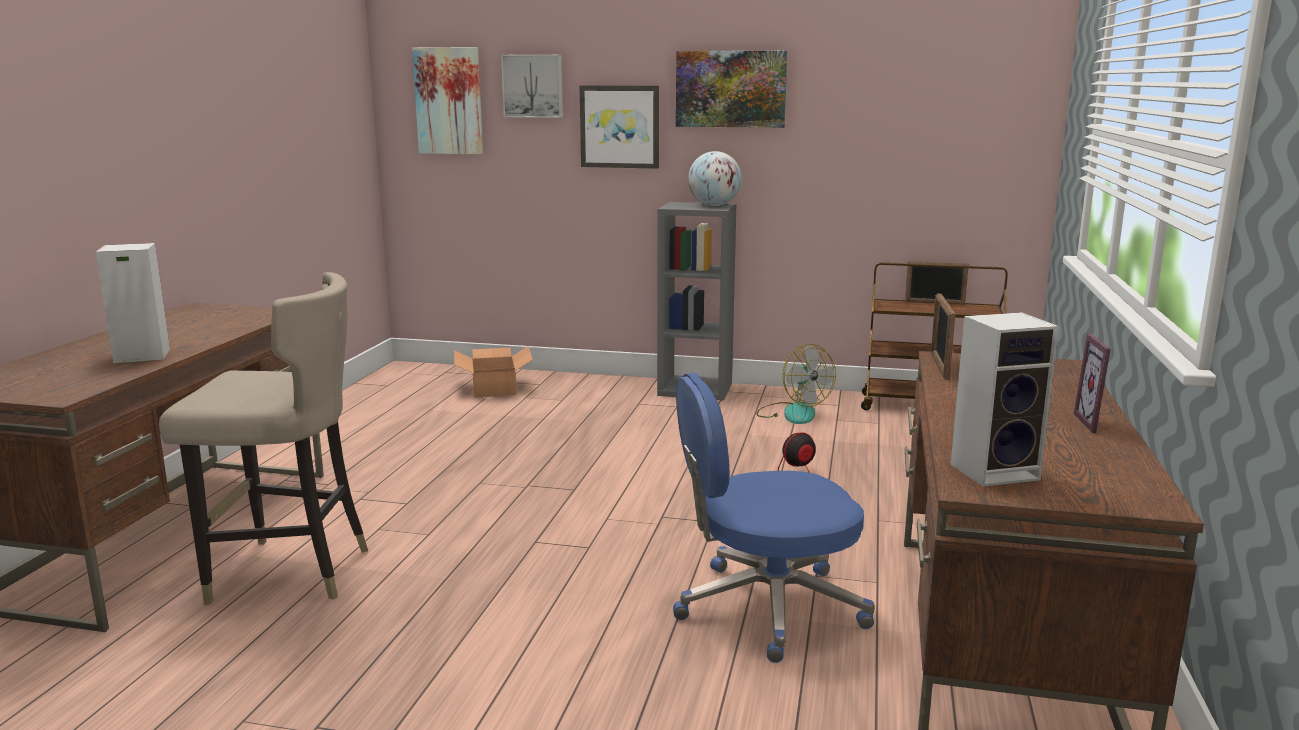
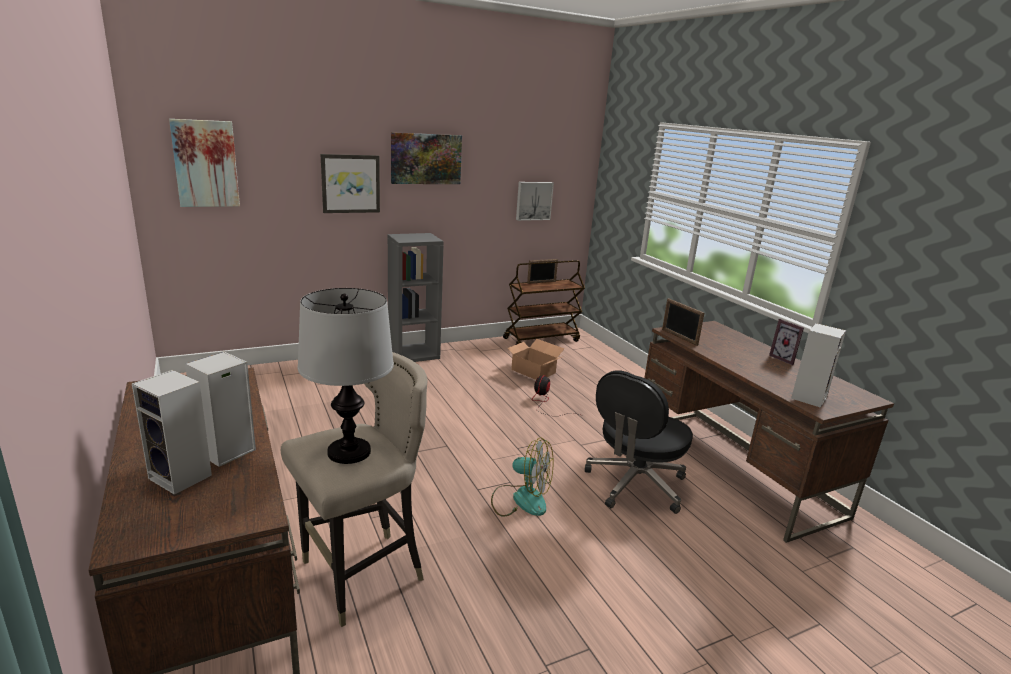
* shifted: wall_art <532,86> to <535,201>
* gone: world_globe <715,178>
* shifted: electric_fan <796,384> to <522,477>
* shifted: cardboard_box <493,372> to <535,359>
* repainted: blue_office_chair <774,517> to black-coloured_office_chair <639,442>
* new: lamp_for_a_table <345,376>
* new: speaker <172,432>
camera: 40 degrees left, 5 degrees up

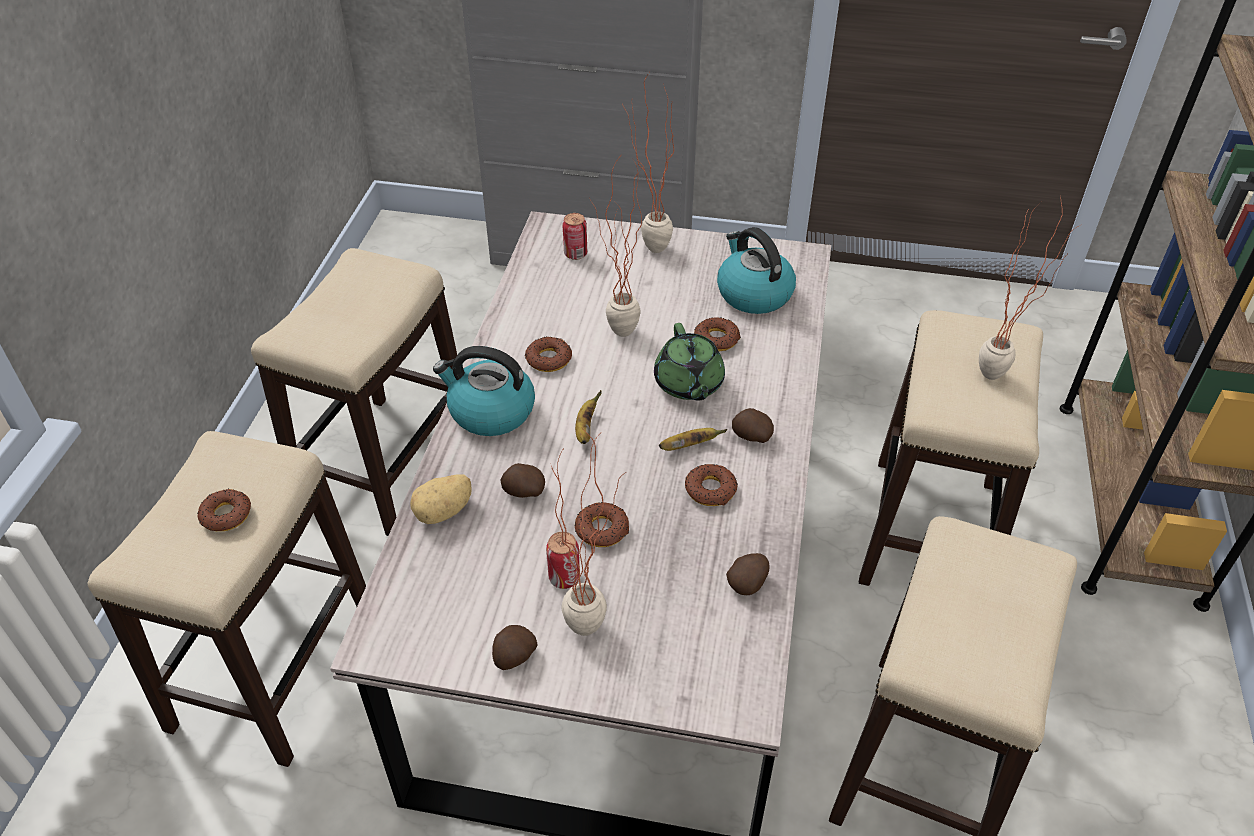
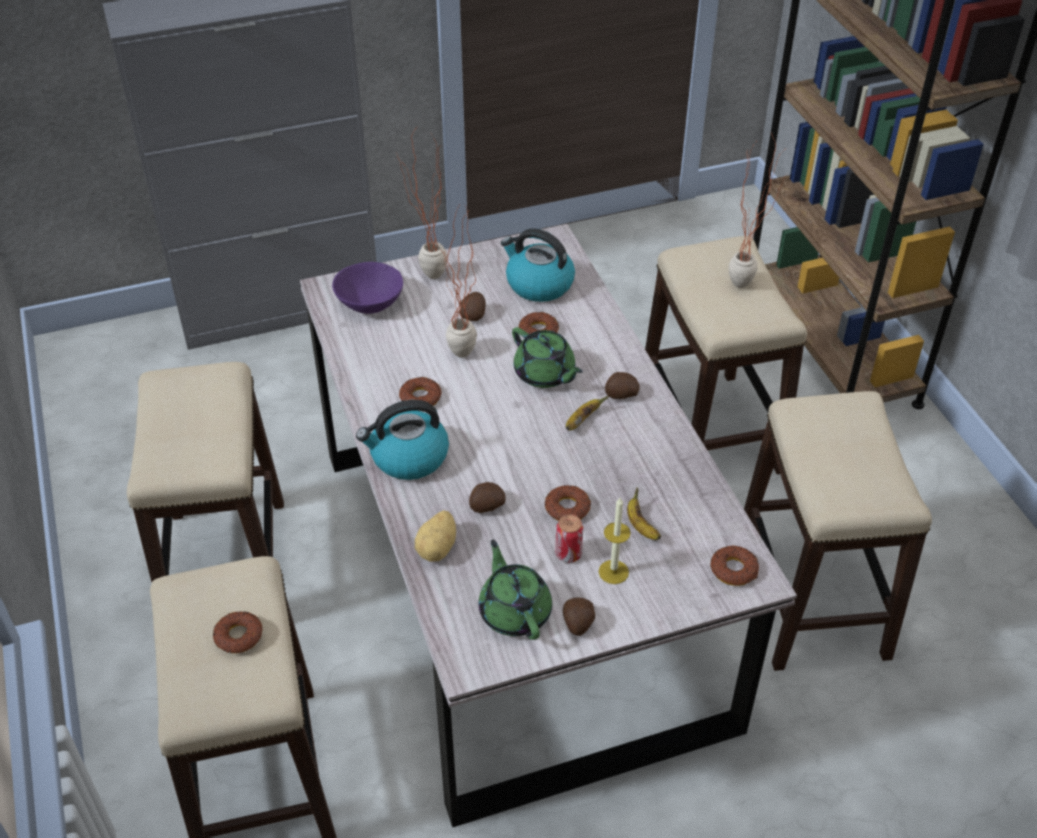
* swapped: sealed_can <574,236> to purple-coloured_serving_bowl <367,288>
* shifted: banana_fruit <588,417> to <644,513>
* swapped: houseplant <588,532> to wax_candle <615,541>
* shifted: ring_doughnut <711,485> to <734,566>
* shifted: whole_potato <748,574> to <472,306>
* new: greenish_pot_for_tea <515,590>
camera: 30 degrees left, 0 degrees up

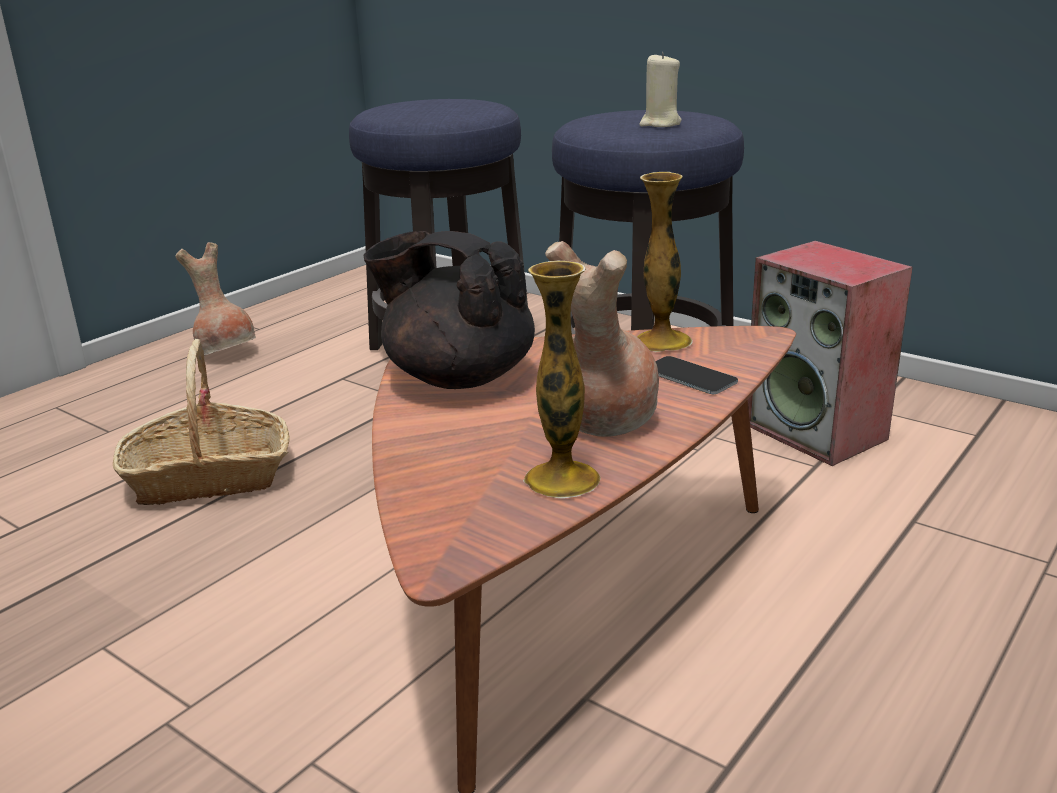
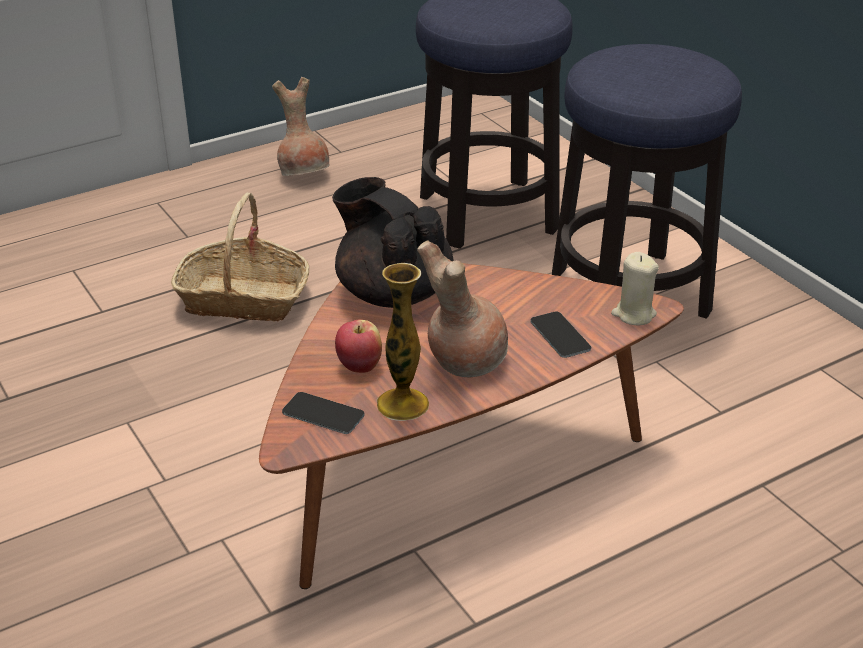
* shifted: sand-coloured_wax_candle <660,89> to <635,289>
* gone: flower_vase <664,262>
* gone: speaker <830,353>
* new: apple_fruit <358,346>
* new: phone <323,413>
camera: 20 degrees right, 10 degrees up

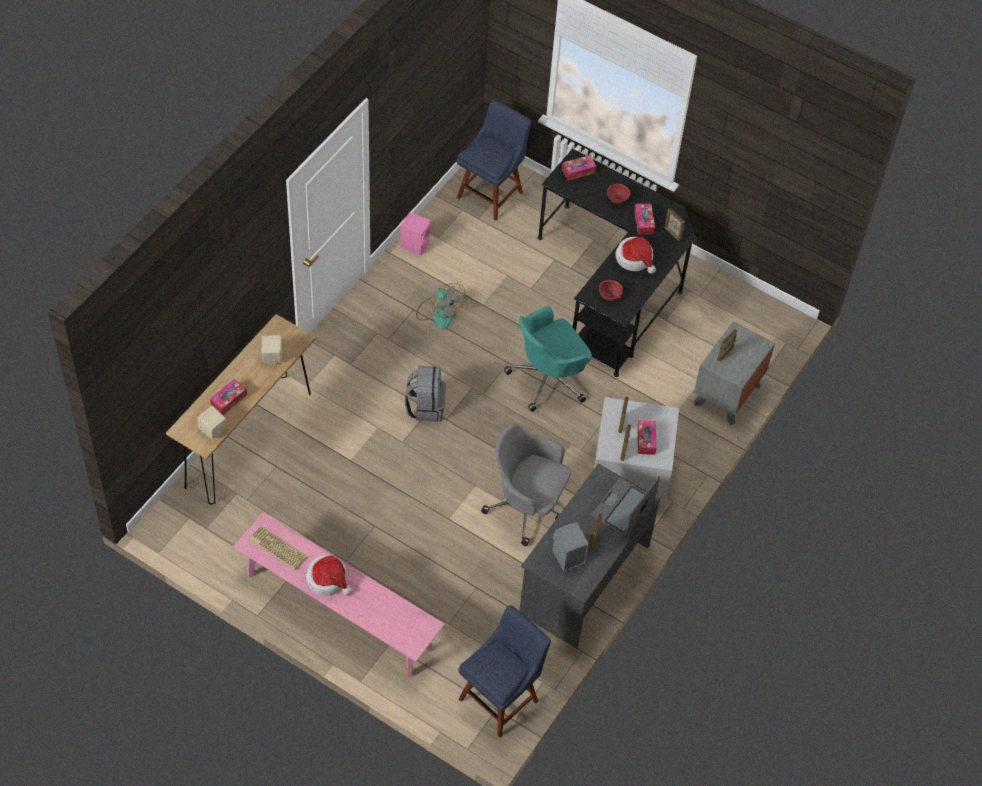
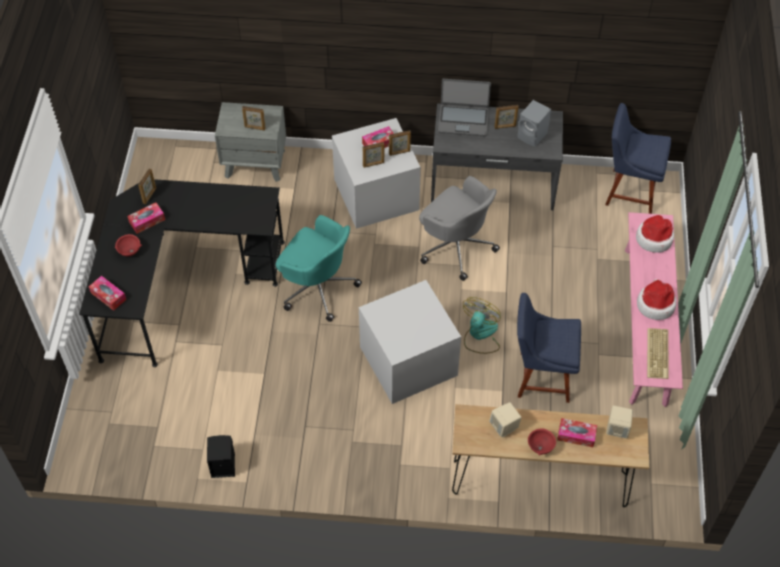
* shifted: blue_upright_chair <494,160> to <549,348>
* repainted: pink-coloured_speaker <416,234> to black-coloured_speaker <221,456>
* shifted: clothing_hat <636,255> to <655,234>
* shifted: reddish_serving_bowl <611,290> to <542,442>
* shifted: electric_fan <441,306> to <482,325>
* swapped: gray_knapsack <425,394> to gray_storage_bin <410,342>
* rotated: gray_office_chair <526,484> = <459,228> 45 degrees counterclockwise
camera: 115 degrees left, 0 degrees up

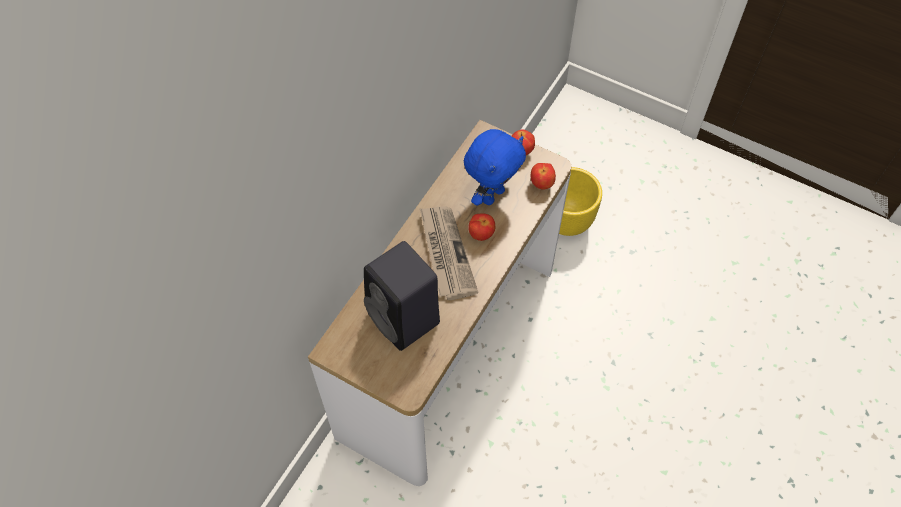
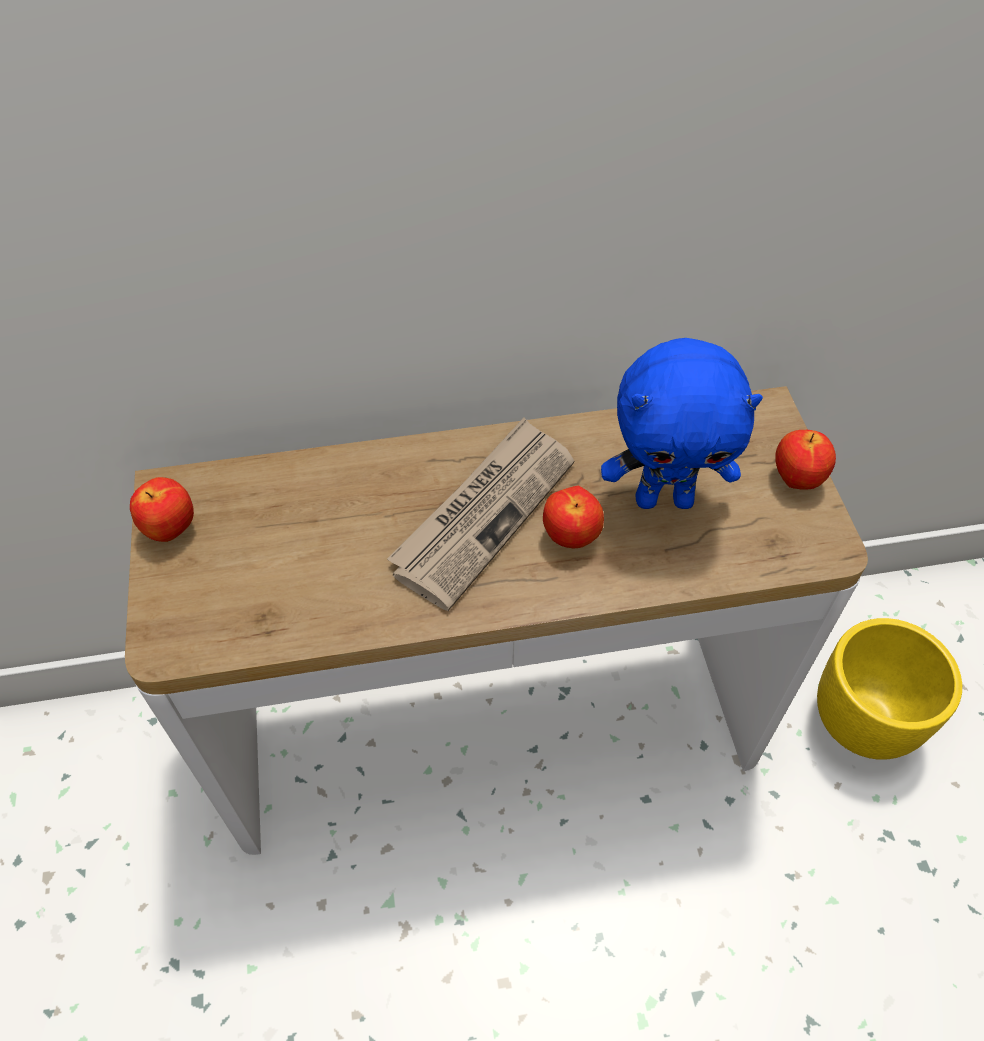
* shifted: apple_fruit <543,176> to <162,509>
* gone: black-coloured_speaker <402,296>
camera: 50 degrees right, 5 degrees down

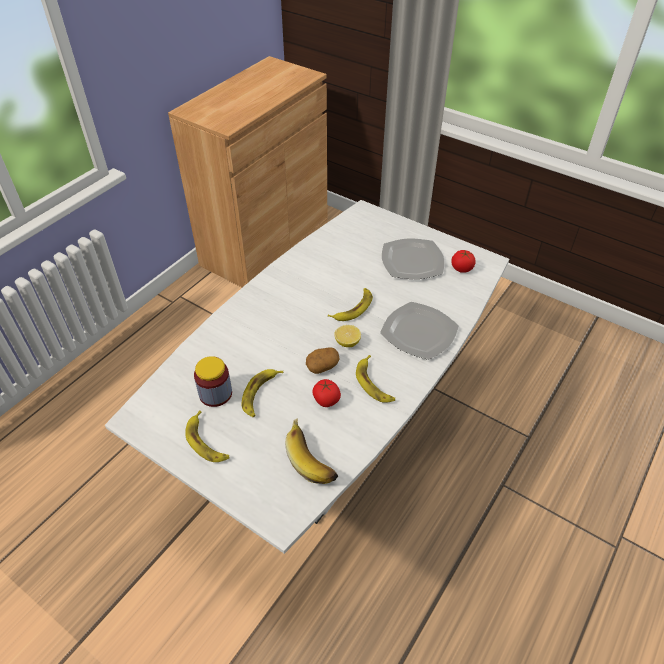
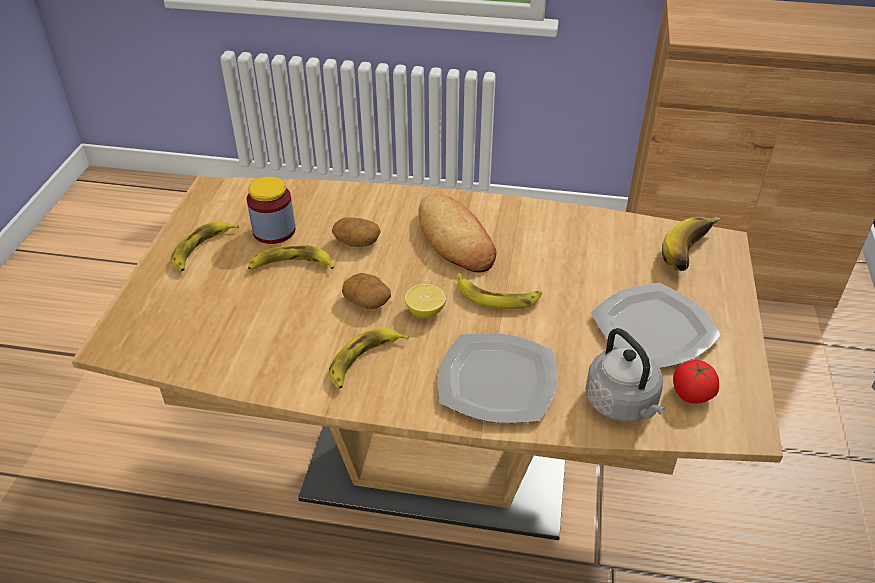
* repainted: white-coloured_kitchen_table <307,377> to brown_kitchen_table <427,358>
* gone: tomato <326,393>
* shifted: banana_fruit <311,451> to <691,244>
* new: baked_bread <457,233>
* new: whole_potato <356,232>
* new: gray_water_kettle <625,375>
camera: 65 degrees right, 5 degrees down

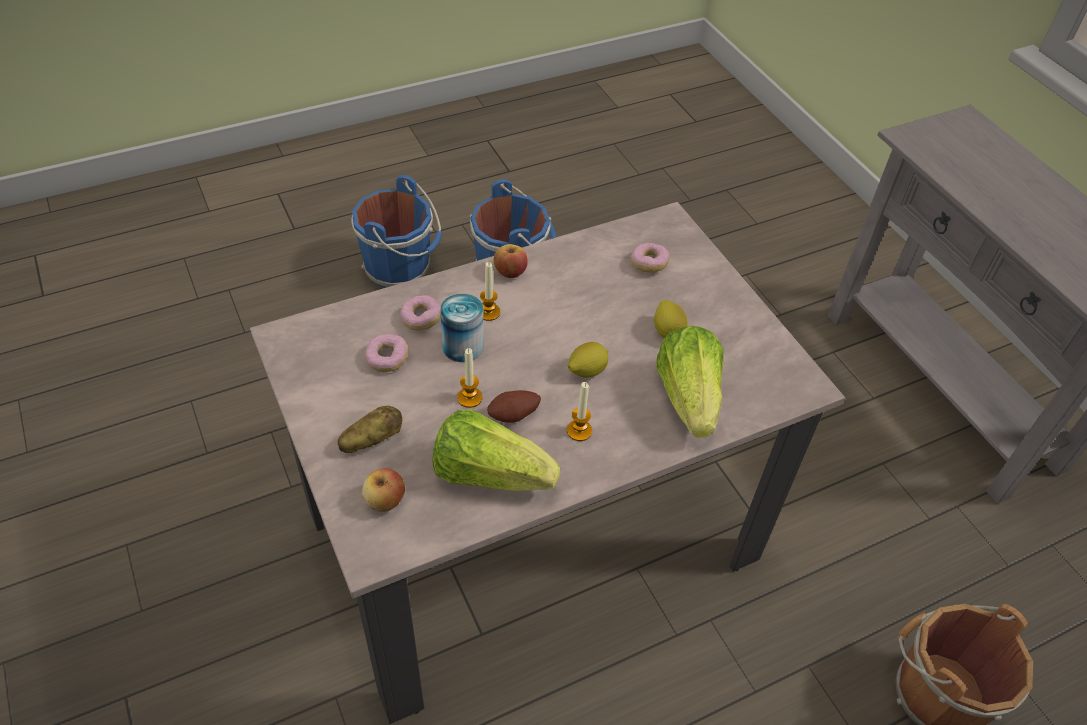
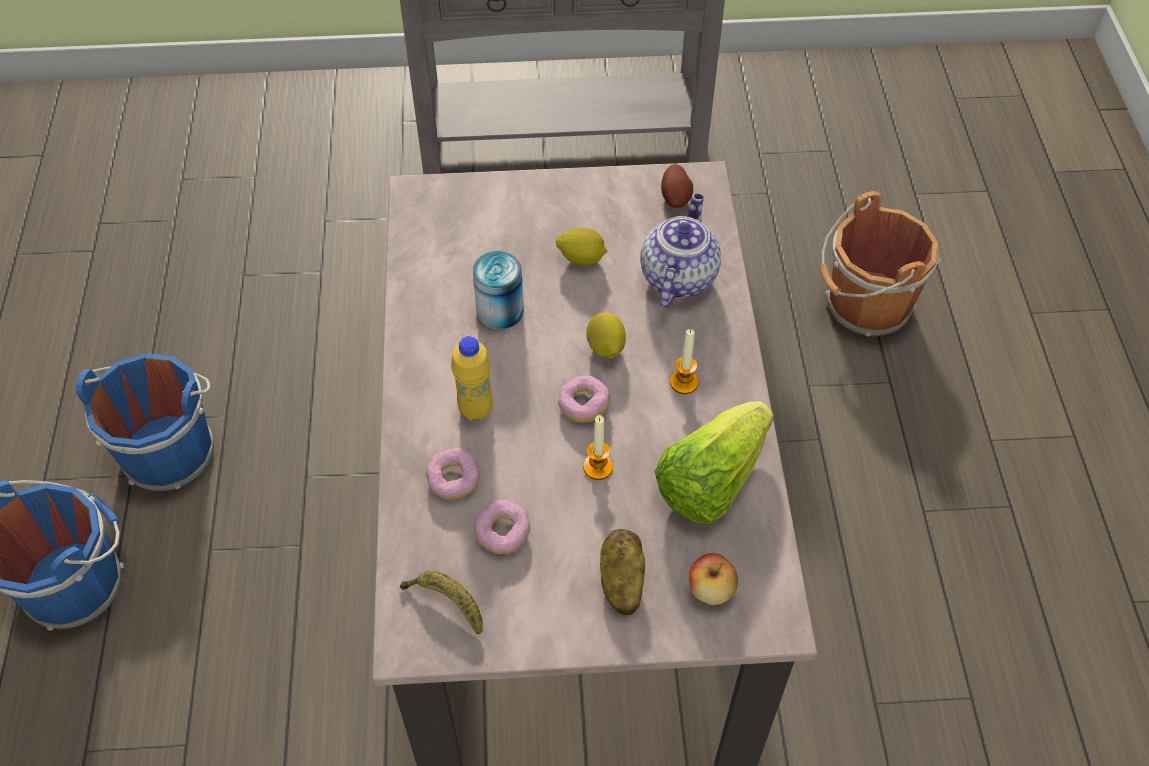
* shifted: ring_doughnut <650,258> to <584,399>
* gone: apple_fruit <511,261>
* swapped: wax_candle <490,291> to yellow_bottle <472,378>
* shifted: sealed_can <462,327> to <498,290>
* swapped: head_of_lettuce <690,381> to pot_for_tea <680,251>
* shifted: whole_potato <514,406> to <677,186>
* new: banana_fruit <441,602>
camera: 65 degrees left, 5 degrees up

